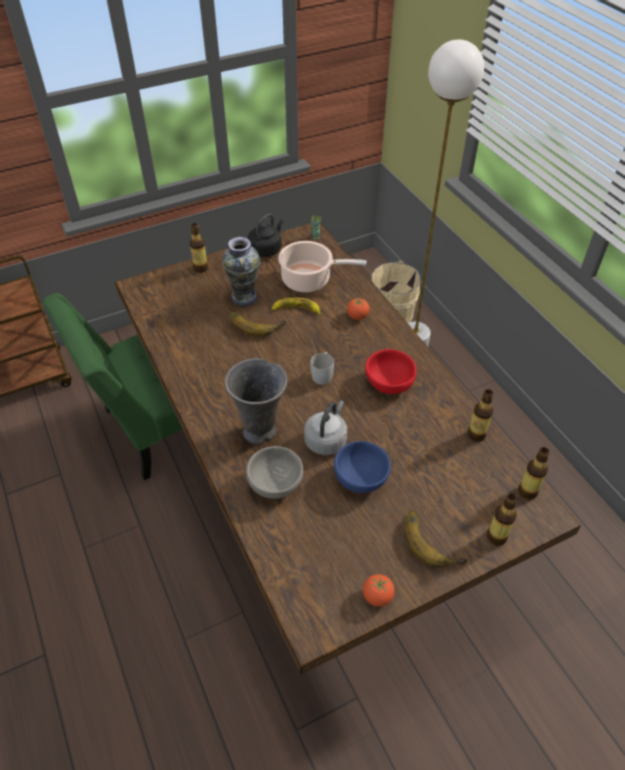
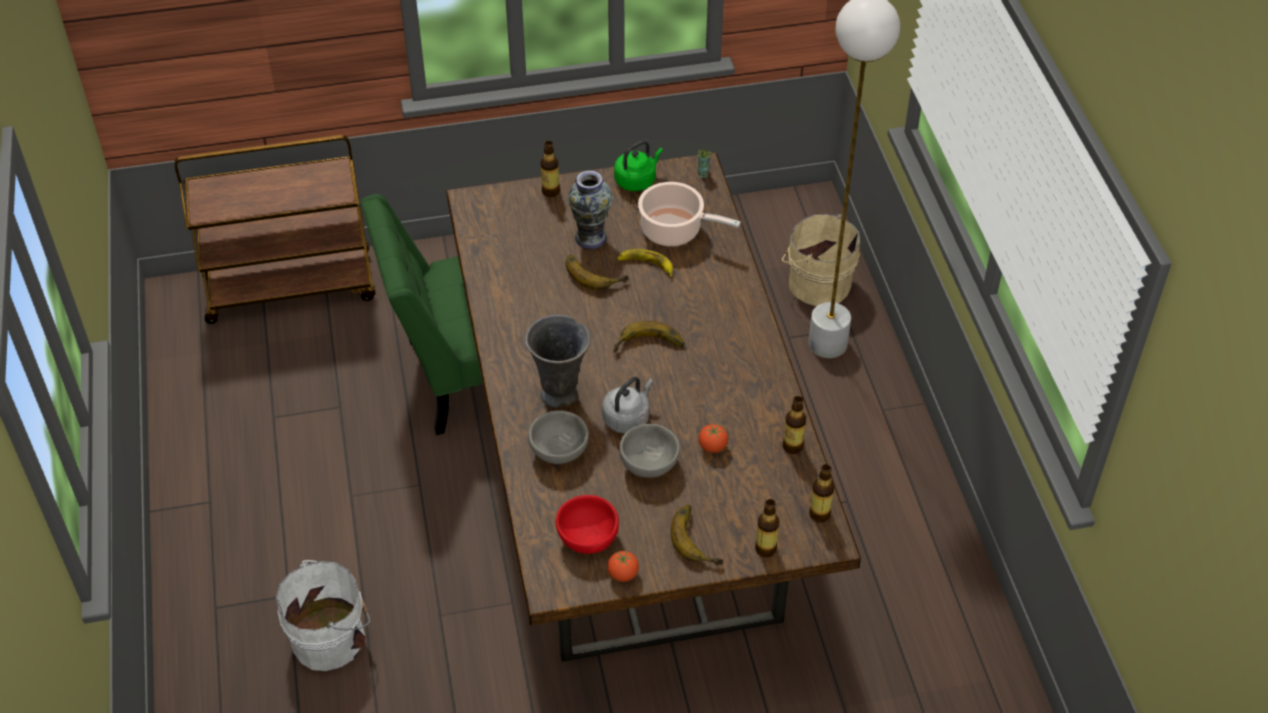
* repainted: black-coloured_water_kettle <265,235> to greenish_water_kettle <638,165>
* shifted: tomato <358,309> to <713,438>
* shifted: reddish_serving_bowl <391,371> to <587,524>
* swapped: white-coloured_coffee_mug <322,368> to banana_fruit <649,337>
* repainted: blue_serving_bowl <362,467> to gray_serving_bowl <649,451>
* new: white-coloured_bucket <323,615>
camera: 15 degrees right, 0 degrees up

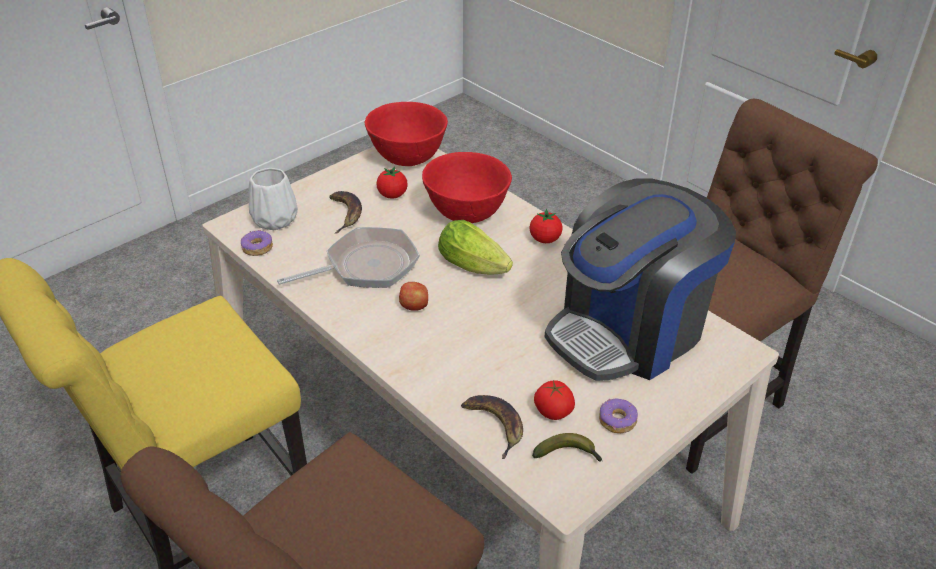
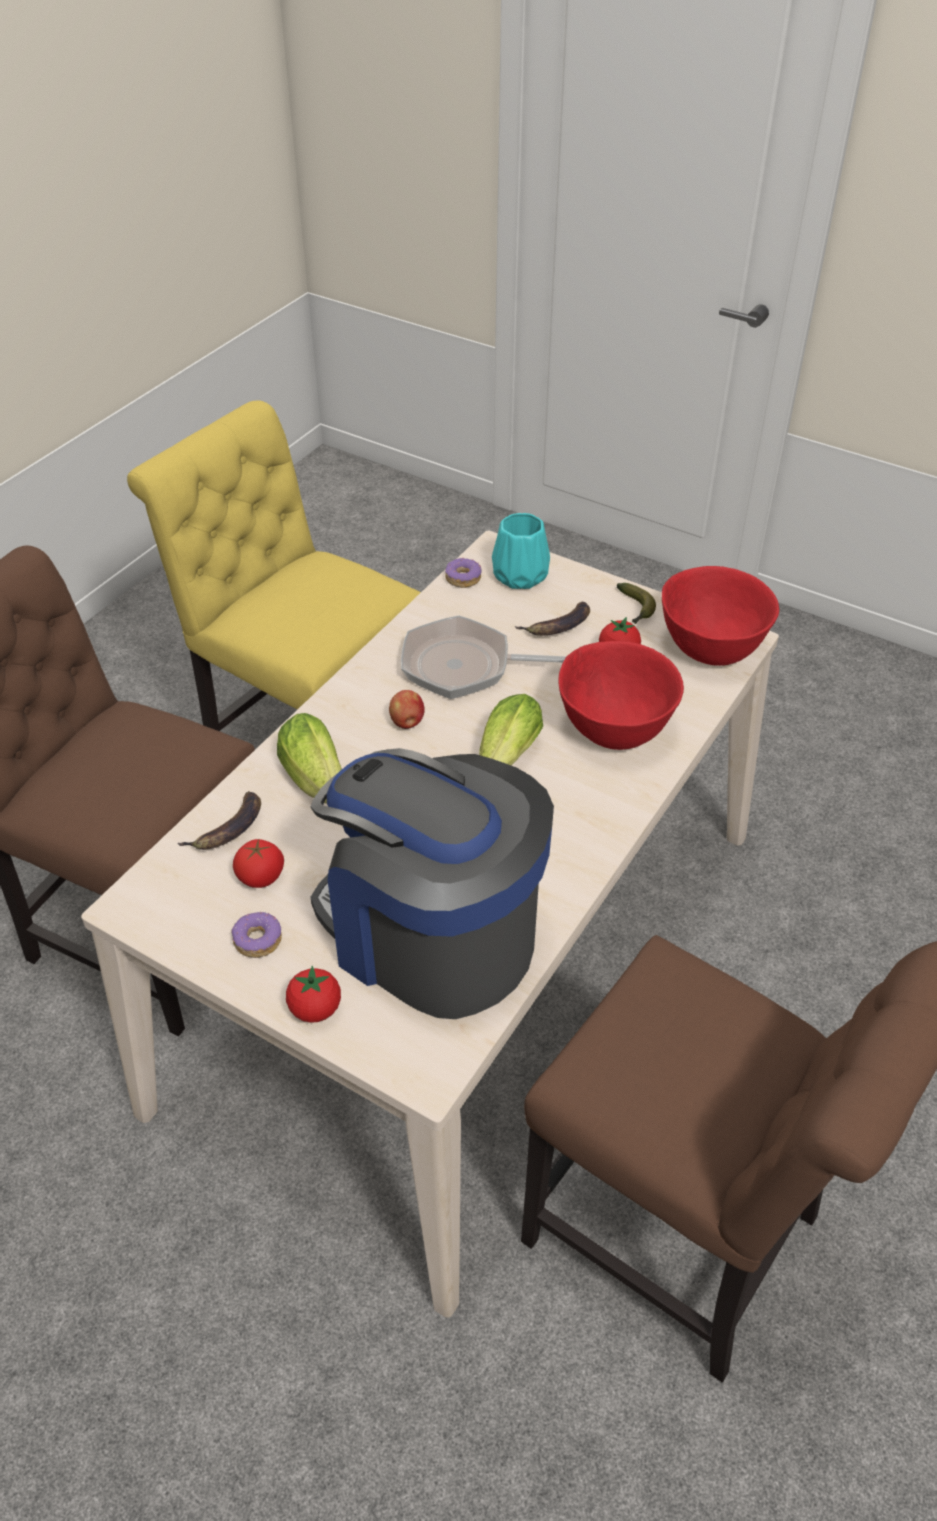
* repainted: white-coloured_flower_vase <273,199> to turquoise-coloured_flower_vase <521,551>
* shifted: tomato <546,226> to <313,994>
* rotated: frying_pan <348,257> = <484,657> 135 degrees clockwise
* shifted: banana_fruit <567,447> to <636,603>
* new: head_of_lettuce <309,758>
camera: 75 degrees right, 5 degrees up

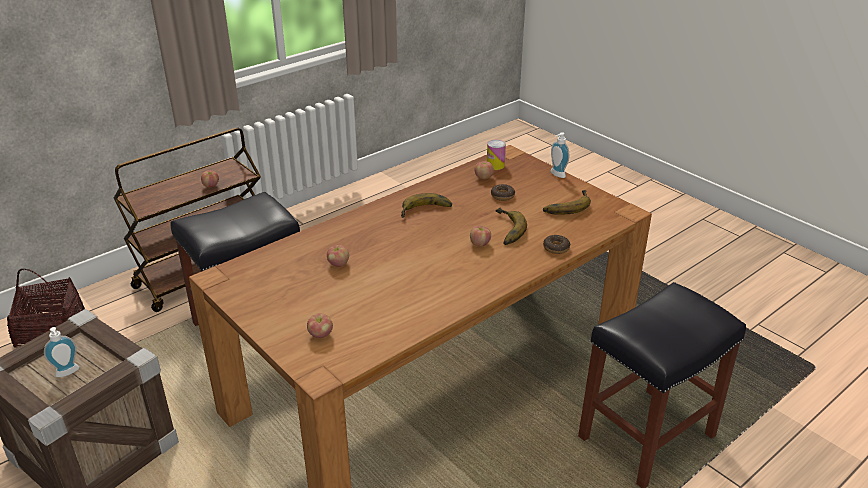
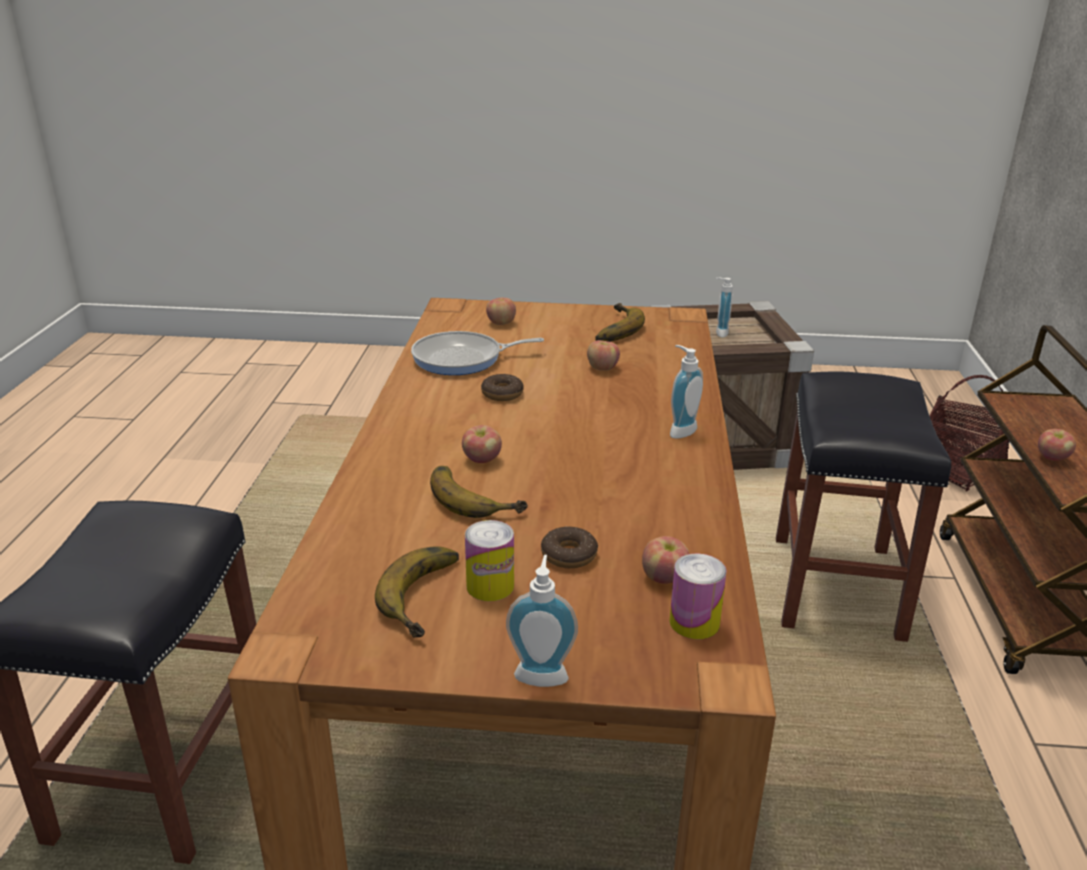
* shifted: banana_fruit <426,205> to <620,322>
* shifted: ring_doughnut <556,244> to <502,387>
* new: frying_pan <477,353>
* new: soap_dispenser <686,392>
* new: sealed_can <489,560>
camera: 135 degrees right, 5 degrees down

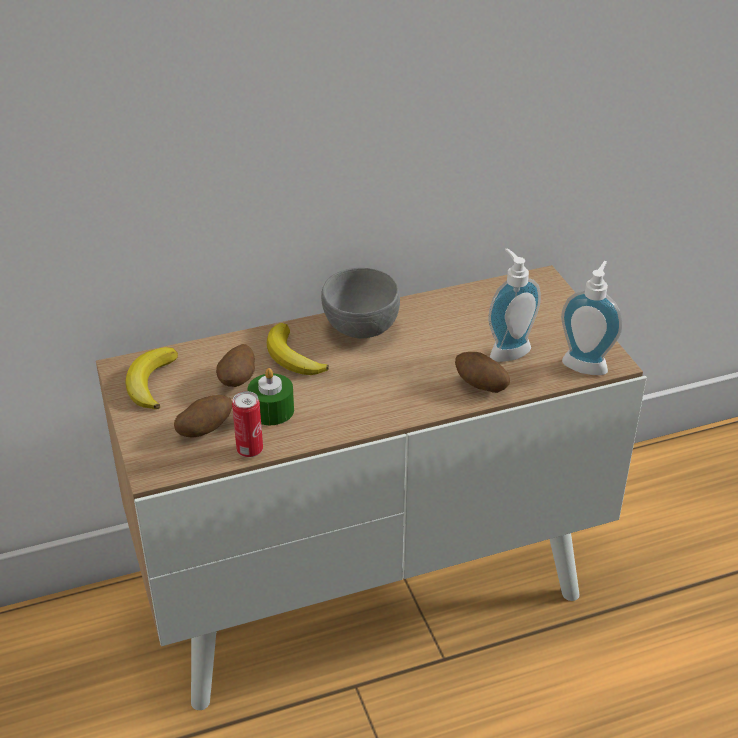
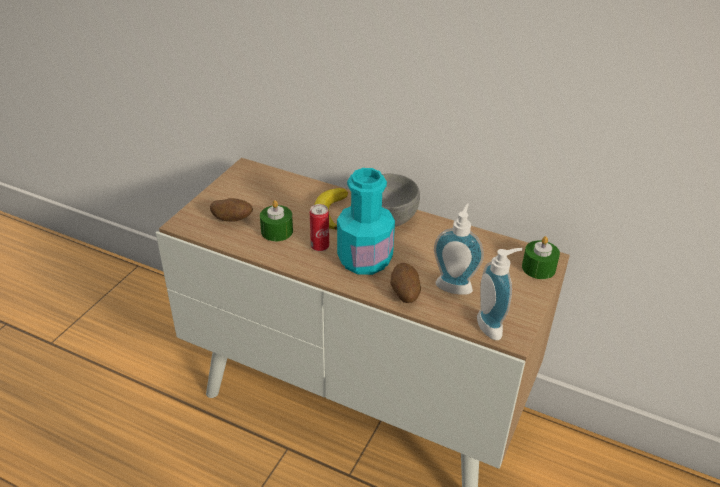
* gone: whole_potato <235,365>
* gone: banana_fruit <151,378>
* shifted: sealed_can <247,424> to <319,228>
* new: turquoise-coloured_bottle <366,221>
* new: greenish_wax_candle <541,257>
camera: 45 degrees right, 0 degrees up

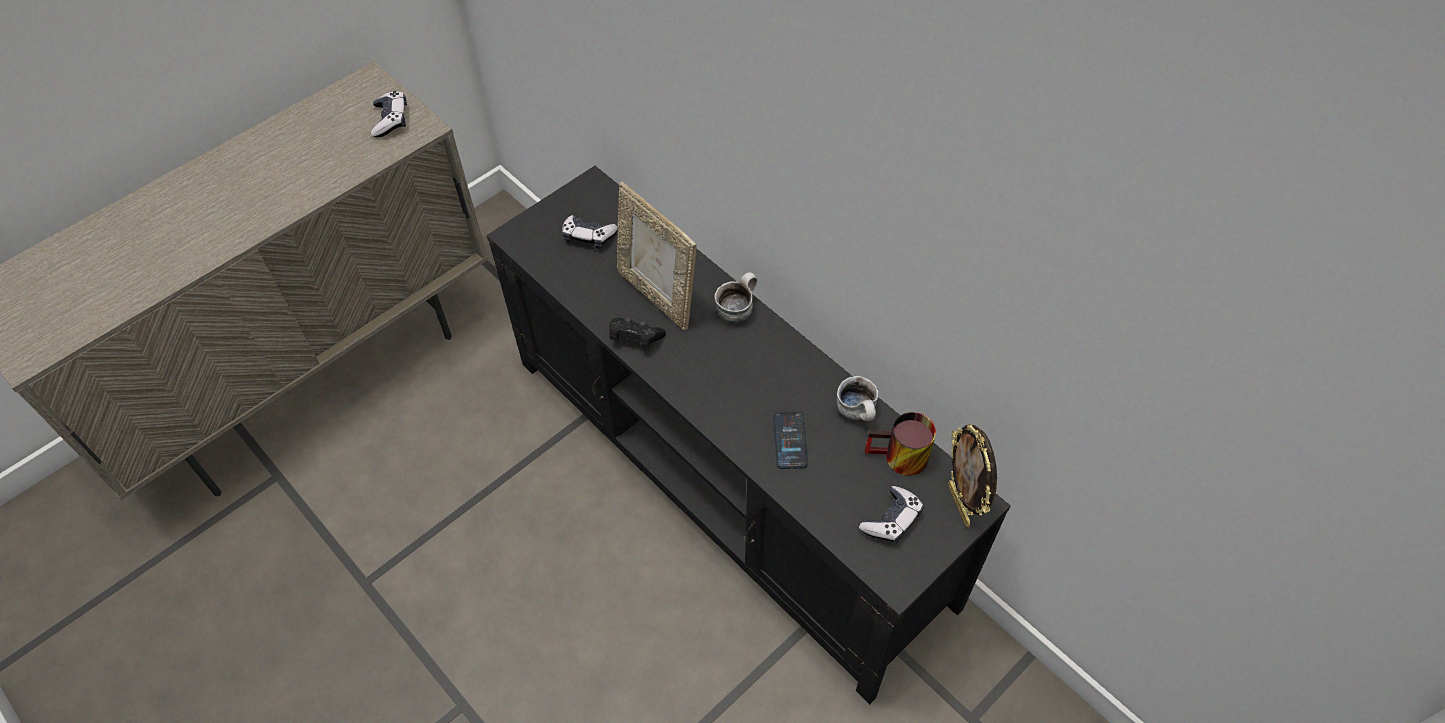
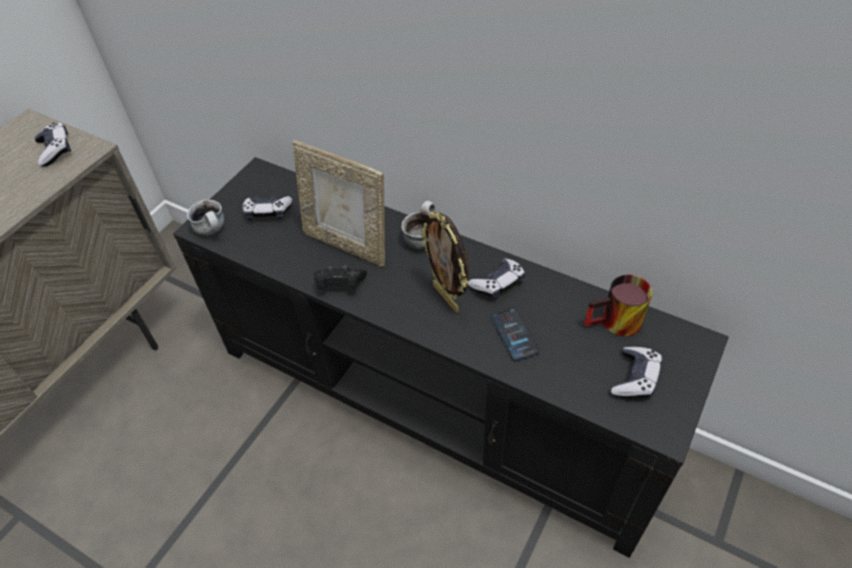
* shifted: coffee_mug <858,398> to <205,217>
* shifted: picture_frame <972,476> to <445,262>
* new: game_controller <496,279>
camera: 15 degrees left, 5 degrees down

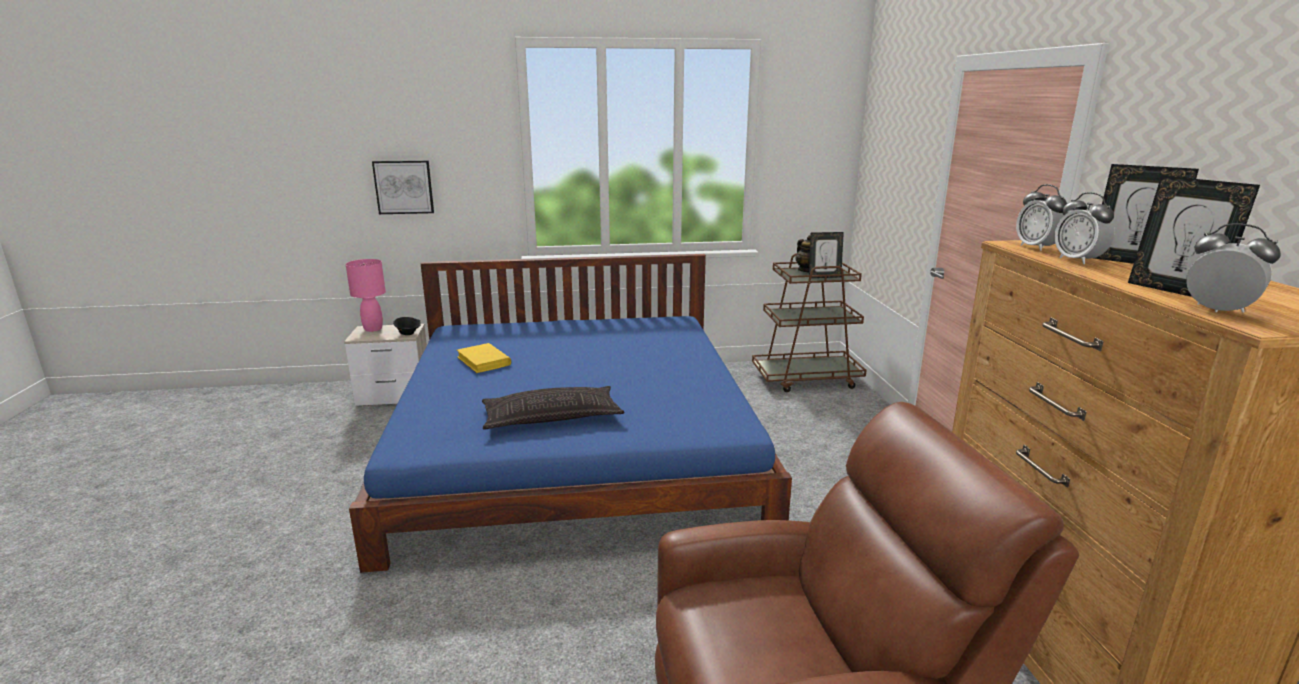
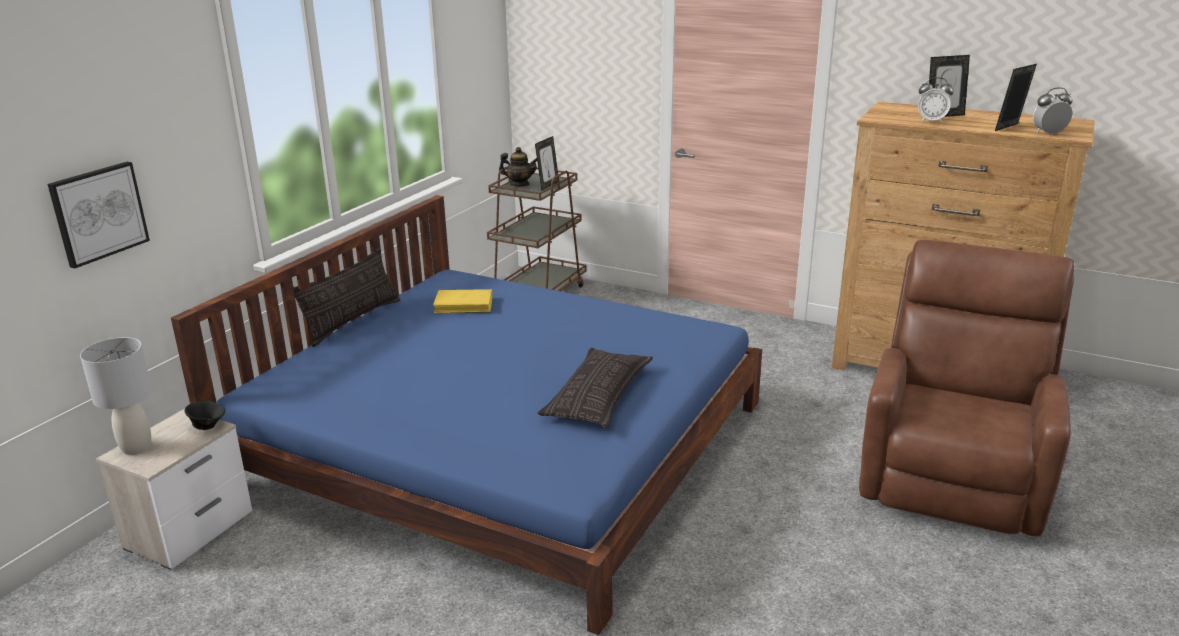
* rotated: picture_frame <1194,236> = <1016,97> 135 degrees clockwise
* gone: bedside_clock <1041,217>
* repainted: pink-coloured_lamp_for_a_table <366,295> to gray_lamp_for_a_table <116,396>
* shifted: yellow_volume <484,358> to <462,301>
* new: pillow <346,297>
camera: 55 degrees left, 5 degrees up

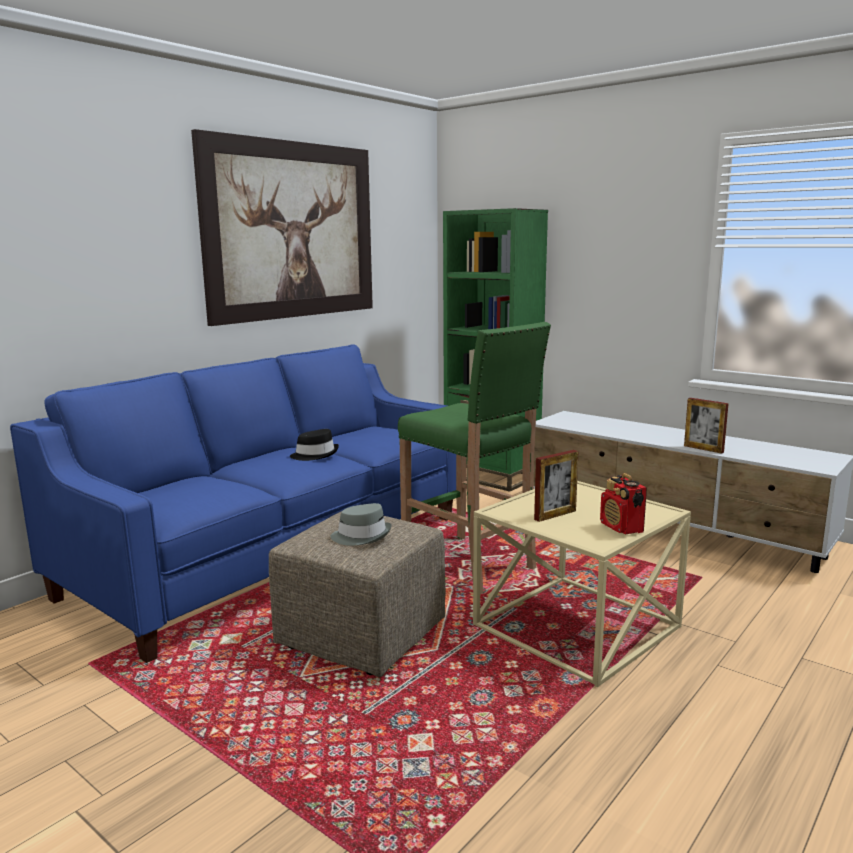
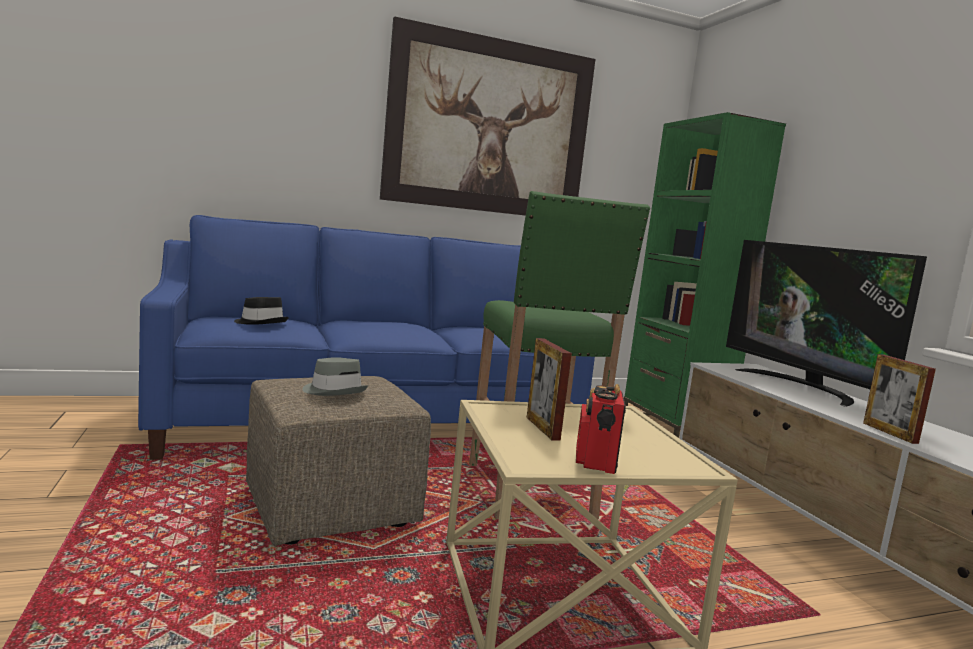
* shifted: black-coloured_clothing_hat <314,445> to <261,311>
* rotated: picture_frame <556,486> = <549,389> 75 degrees clockwise
* new: TV_set <826,323>
camera: 30 degrees right, 5 degrees down

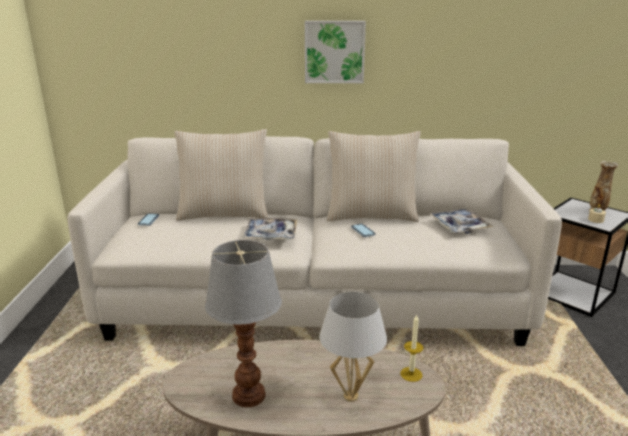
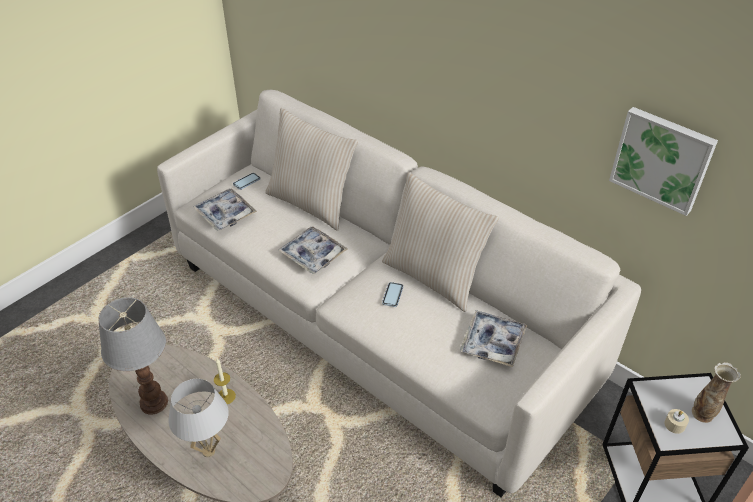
* shifted: wall_art <335,52> to <663,161>
* shifted: wax_candle <411,348> to <225,381>
* new: tray <225,209>
camera: 40 degrees right, 20 degrees up

